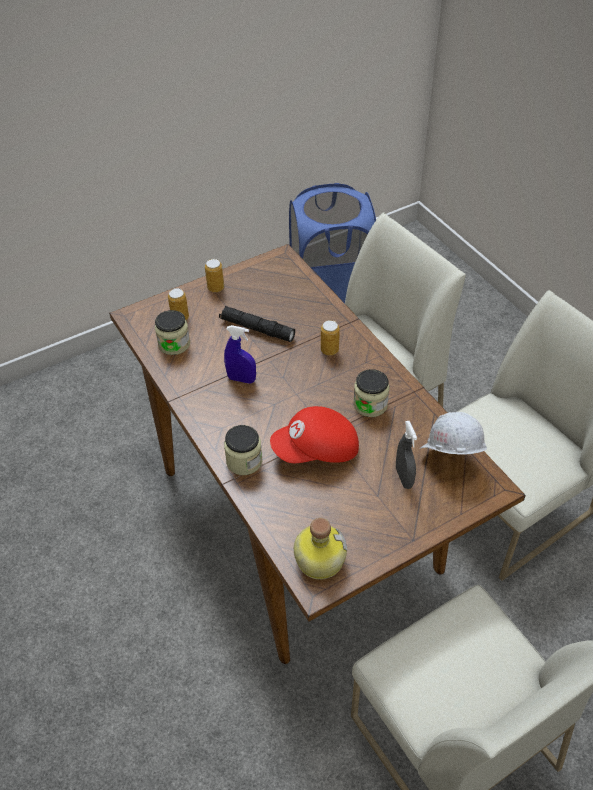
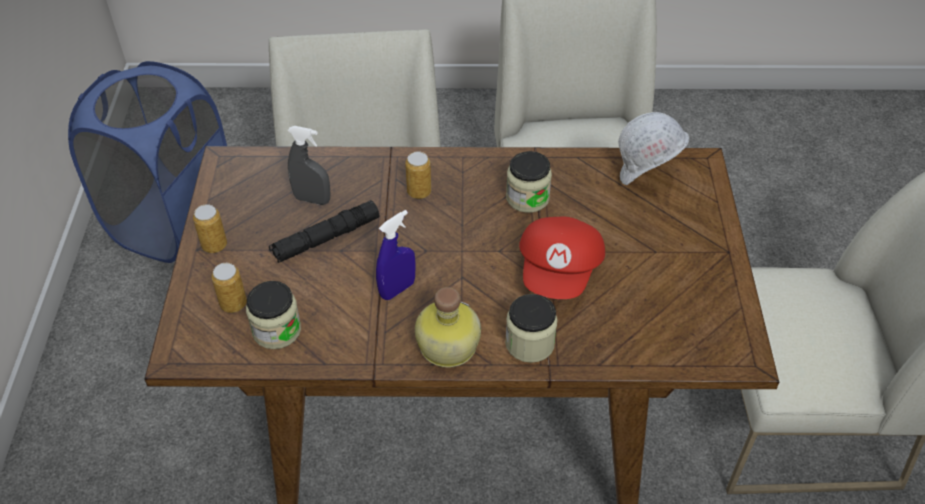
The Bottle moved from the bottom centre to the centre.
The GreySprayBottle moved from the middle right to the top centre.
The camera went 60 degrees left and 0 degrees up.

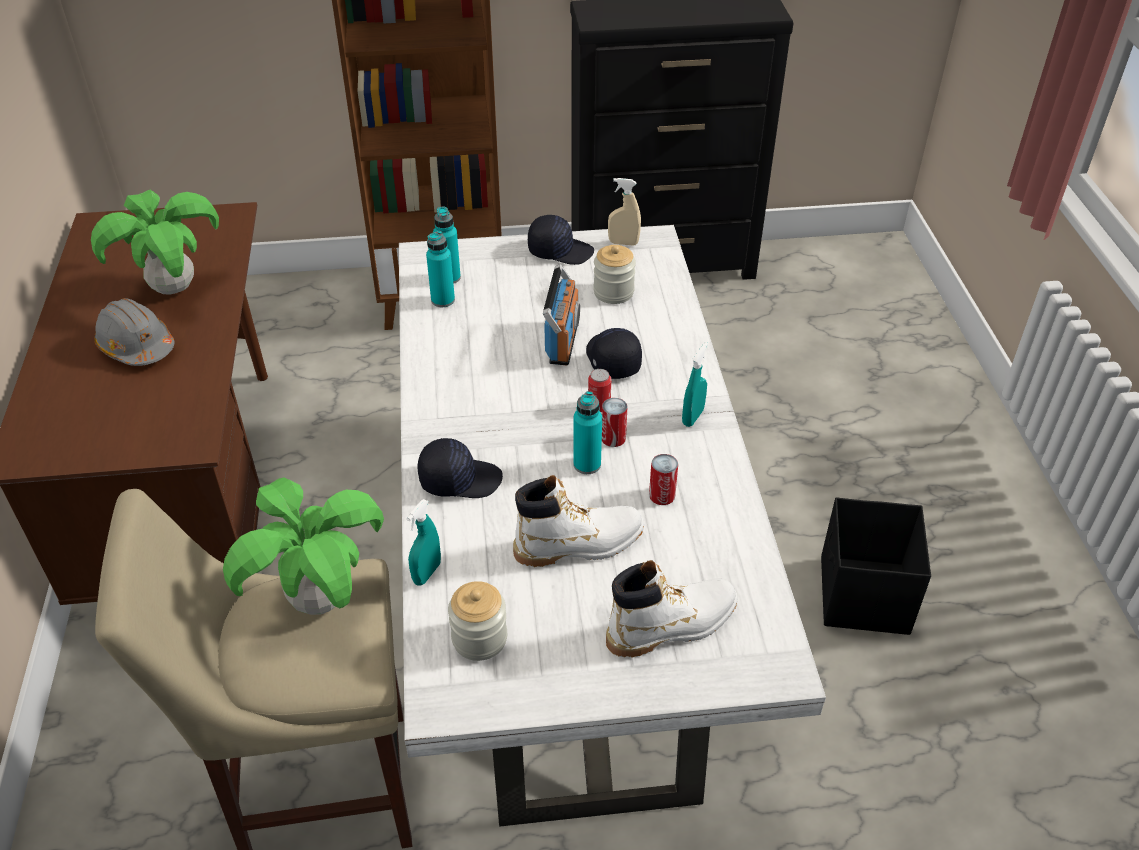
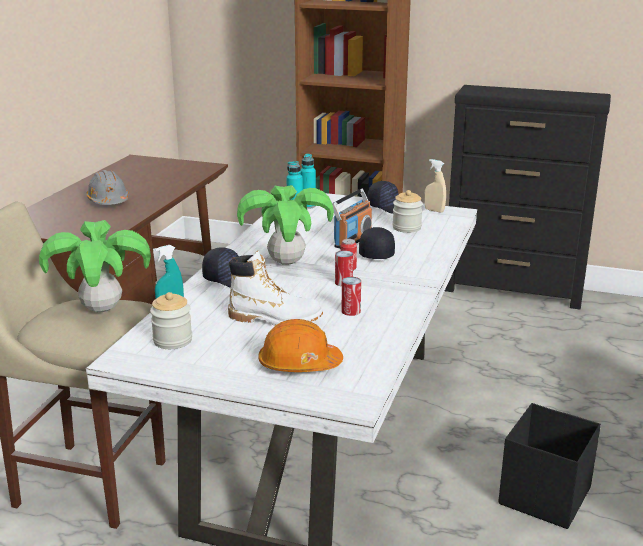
The TurquoiseBottle (3rd from left) at the centre disappeared.
The TurquoiseSprayBottle (2nd from left) at the centre disappeared.
The PottedPlant (1st from left in the first image) moved from the top left to the centre.
The WhiteBoot (2nd from left) at the bottom centre was replaced by the OrangeHardHat at the centre.
The camera went 25 degrees right and 20 degrees down.

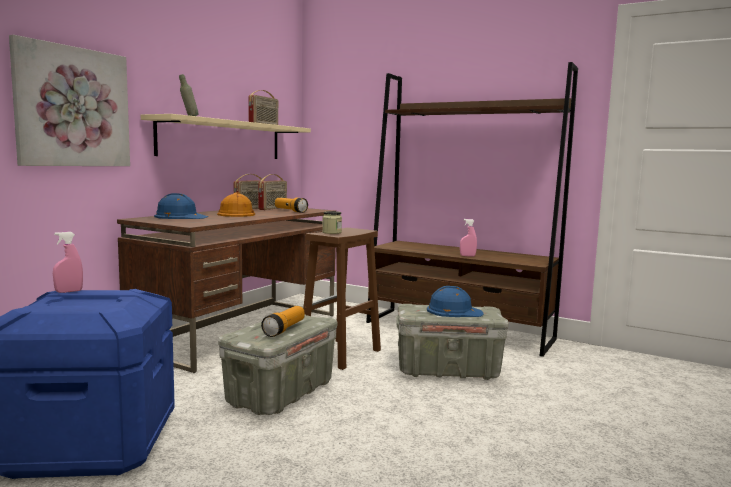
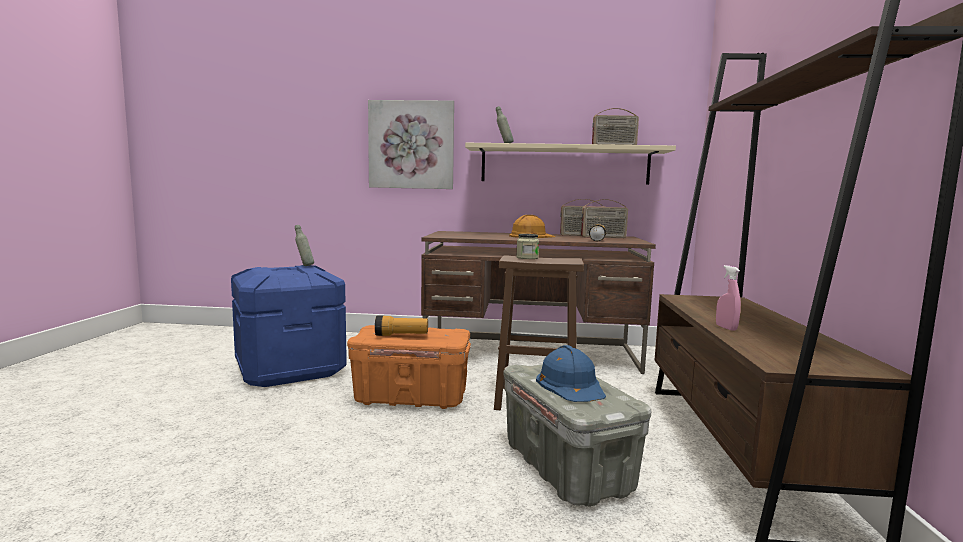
The BlueHardHat (1st from left) at the middle left disappeared.
The PinkSprayBottle (1st from left) at the middle left was replaced by the GreyBottle (1st from left) at the middle left.
The GreyStorageBox (1st from left) at the bottom centre became the OrangeStorageBox at the bottom centre.
The camera went 65 degrees right and 0 degrees up.

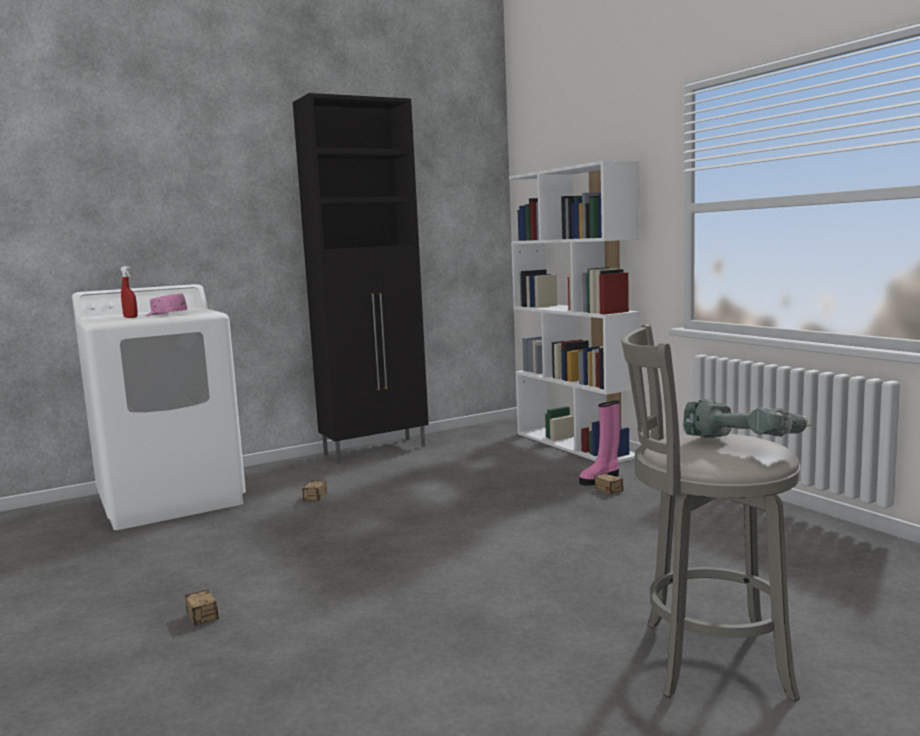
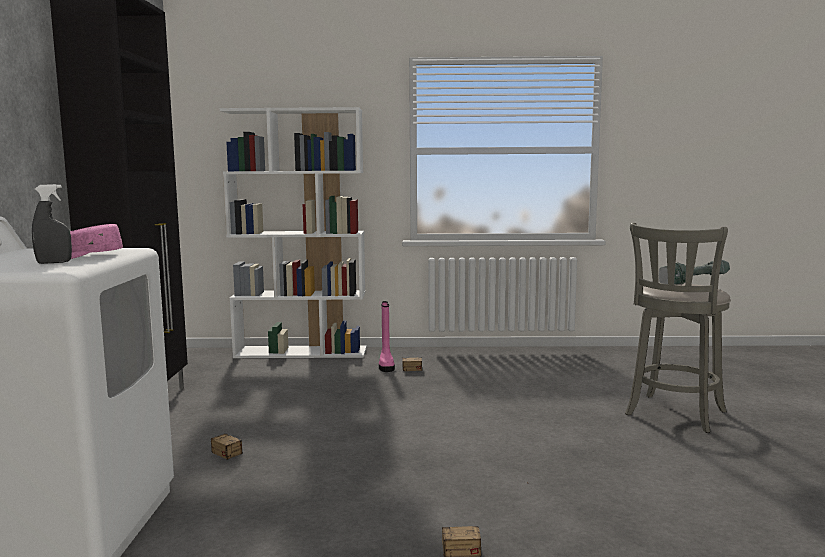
The RedSprayBottle at the middle left became the GreySprayBottle at the middle left.
The camera went 60 degrees left and 0 degrees up.

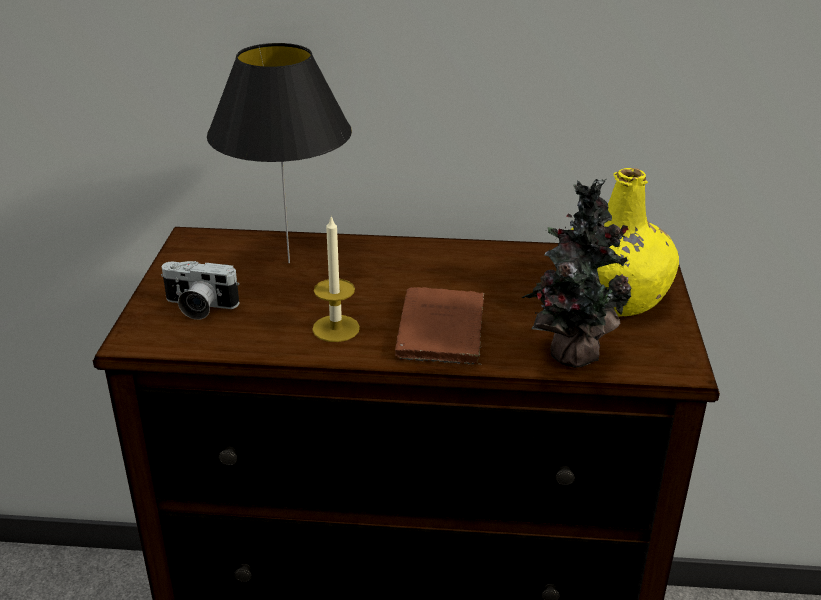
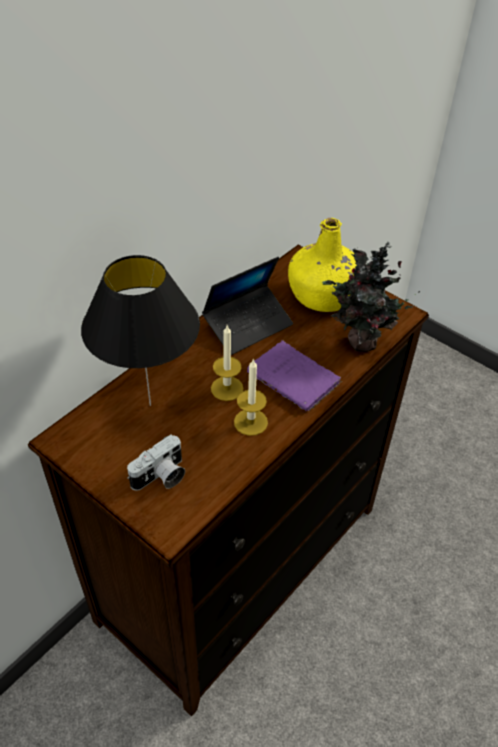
The Laptop at the centre appeared.
The Candle (1st from left) at the centre appeared.
The BrownBook at the centre became the PurpleBook at the centre.
The camera went 55 degrees left and 15 degrees up.

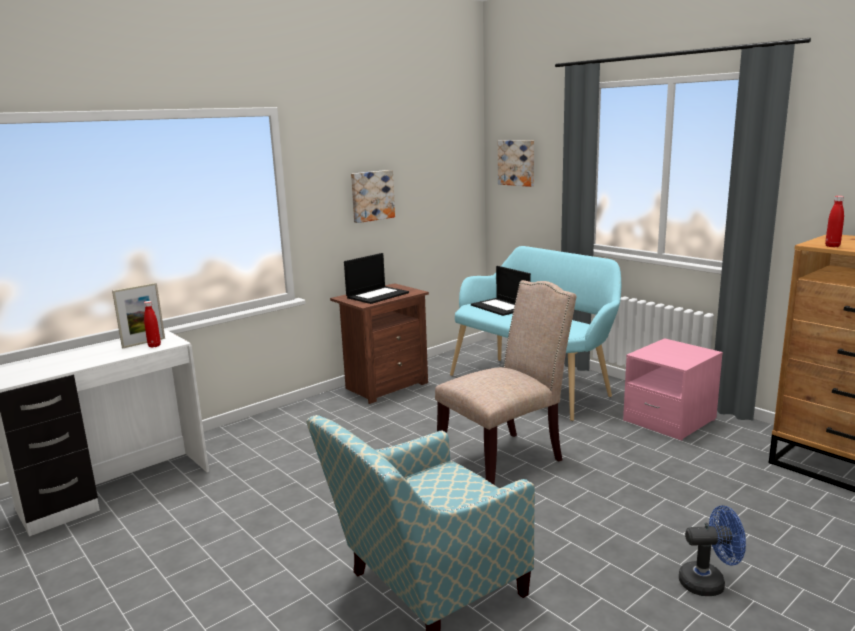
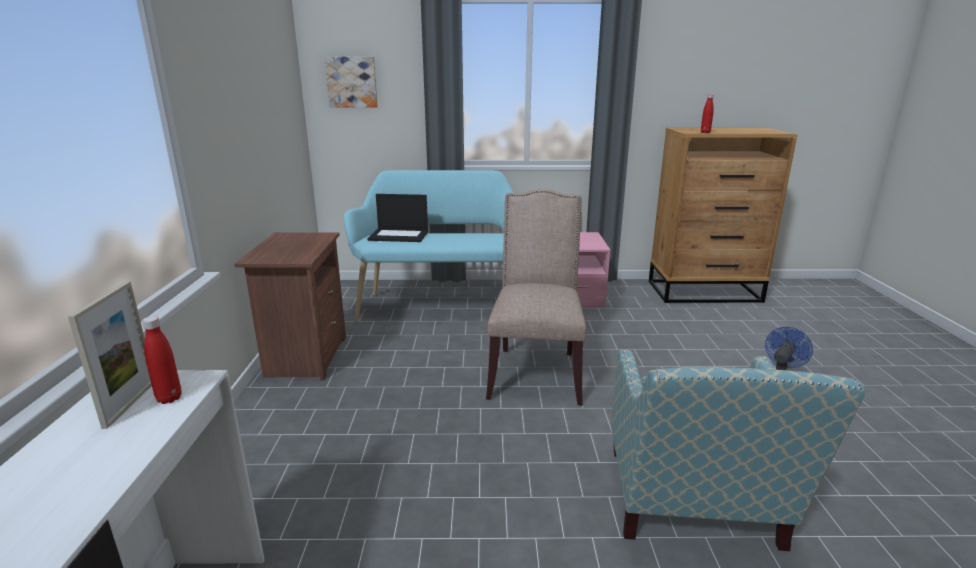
The Laptop (1st from left) at the centre disappeared.
The Picture (1st from left) at the top centre disappeared.
The camera went 50 degrees left and 5 degrees up.

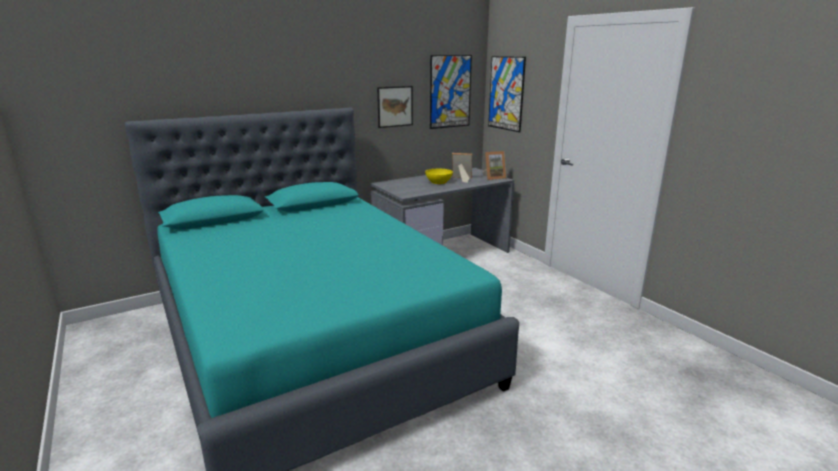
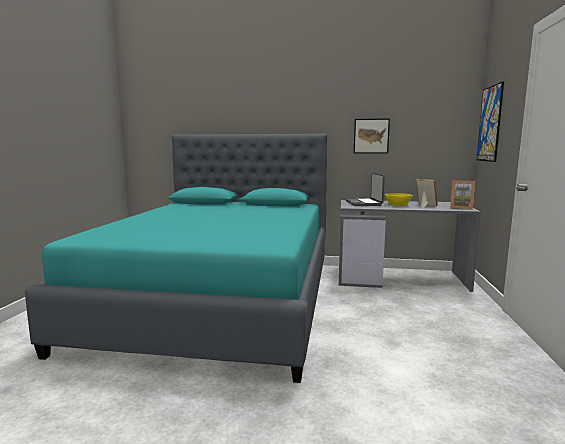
The Picture (2nd from left) at the top centre disappeared.
The Laptop at the centre appeared.
The camera went 40 degrees right and 10 degrees down.

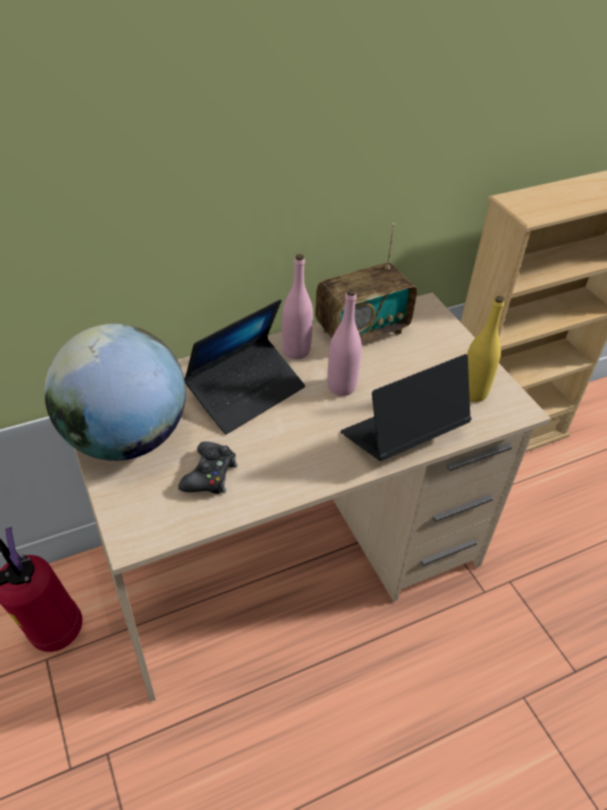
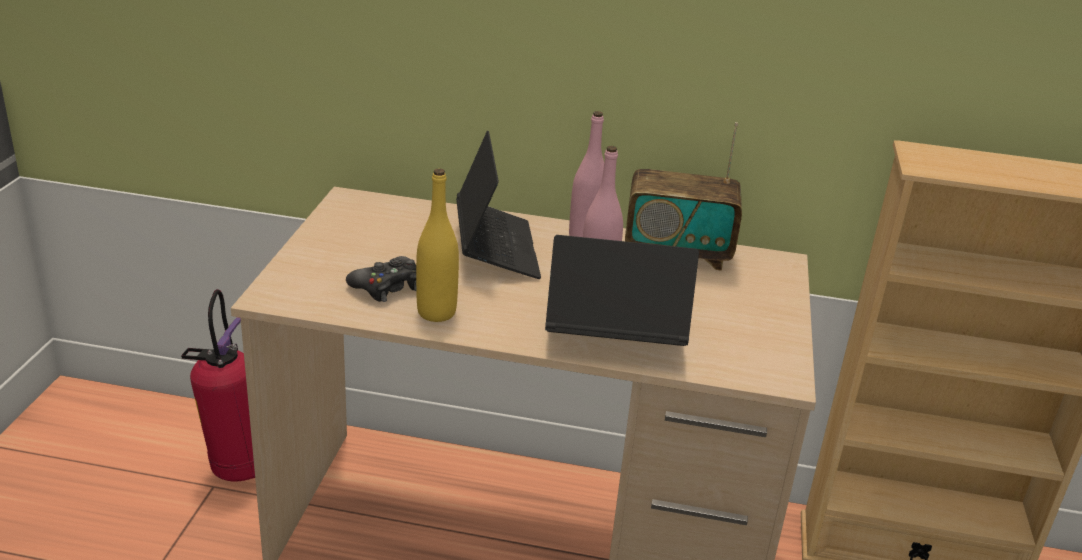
The Globe at the middle left disappeared.
The YellowBottle moved from the middle right to the centre.
The Laptop (1st from left) at the centre turned 90 degrees counterclockwise.
The camera went 35 degrees right and 15 degrees down.

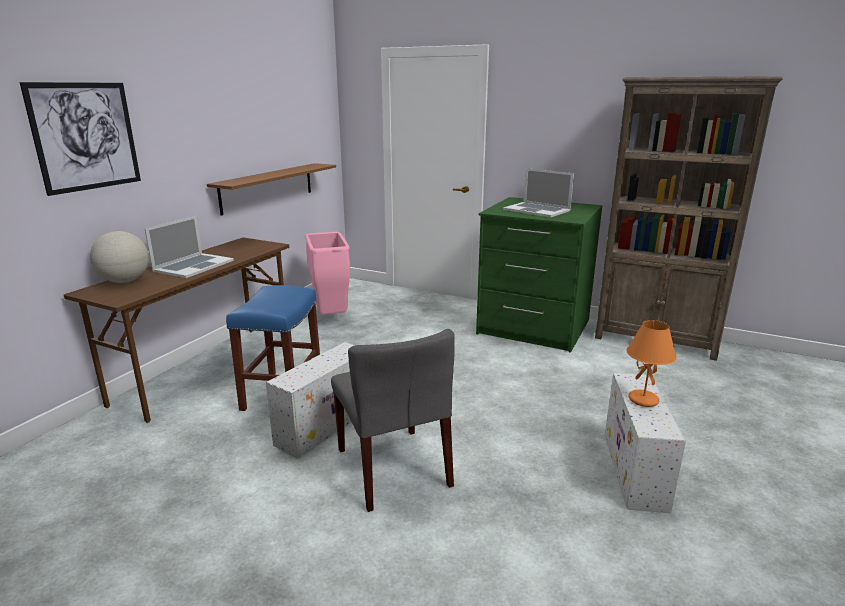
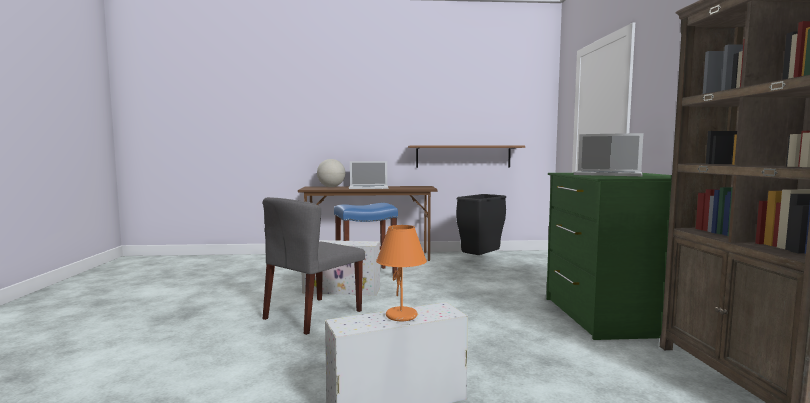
The Picture at the top left disappeared.
The PinkTrashCan at the centre became the BlackTrashCan at the centre.
The Laptop (2nd from left) at the top centre turned 75 degrees counterclockwise.
The camera went 60 degrees right and 15 degrees down.

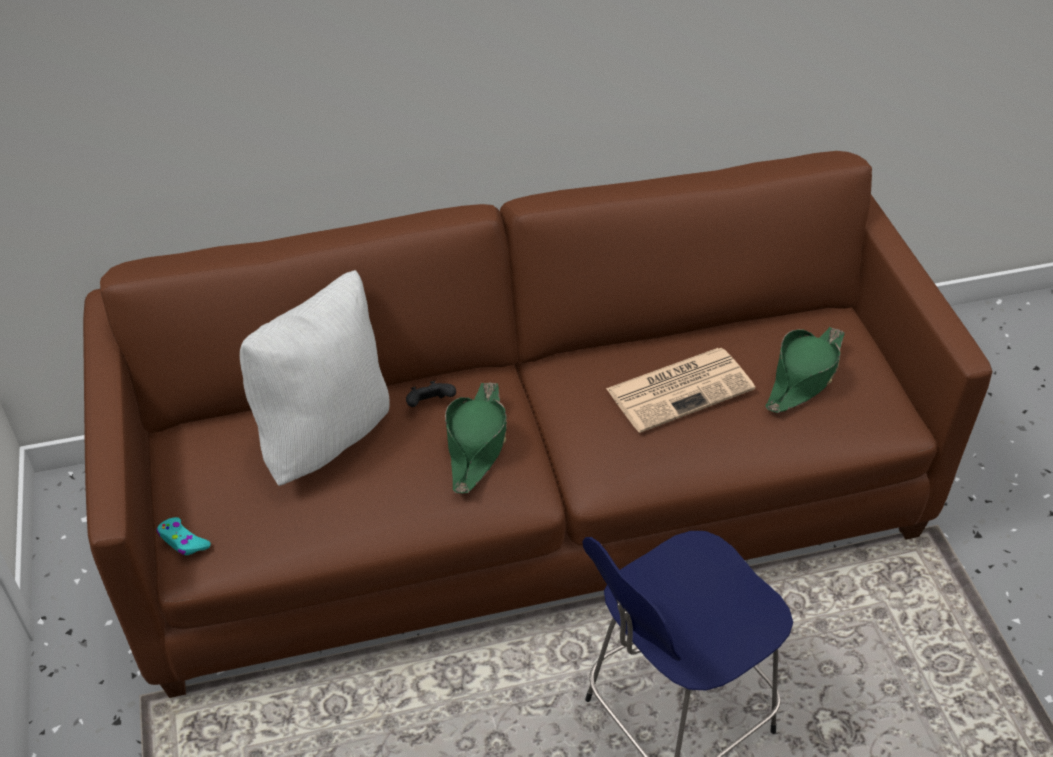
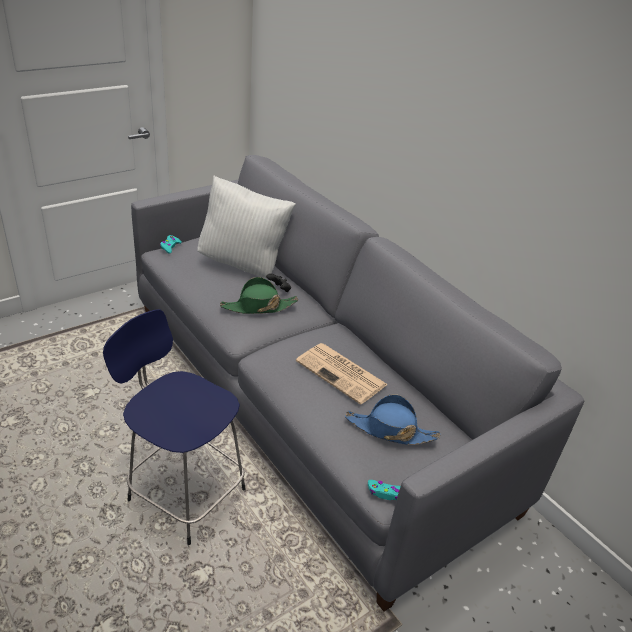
The TurquoiseGameController (2nd from left) at the bottom centre appeared.
The BrownSofa at the centre became the GreySofa at the centre.
The GreenHat (2nd from left) at the middle right became the BlueHat at the centre.
The camera went 65 degrees right and 10 degrees down.

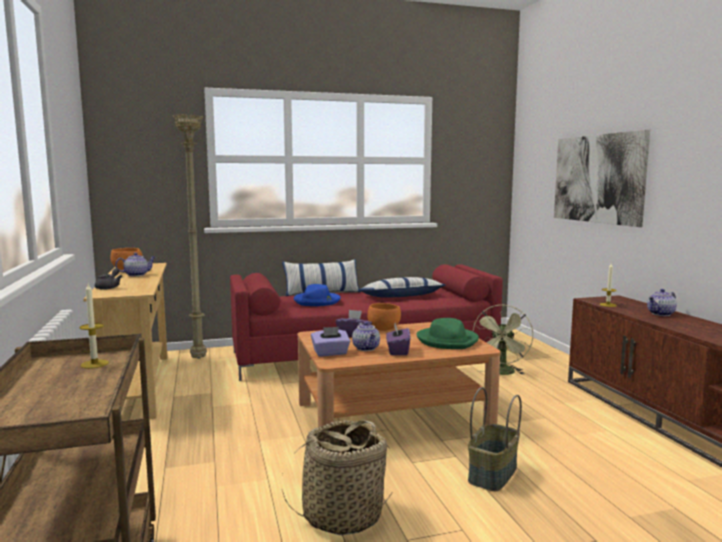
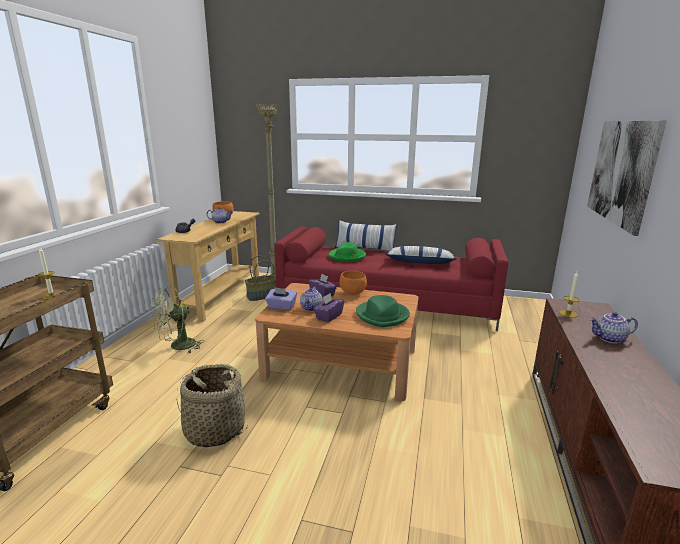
The Basket (2nd from left) moved from the bottom right to the centre.
The GreenFan moved from the middle right to the middle left.
The BlueHat at the centre became the GreenHat (1st from left) at the centre.
The camera went 30 degrees right and 10 degrees up.

